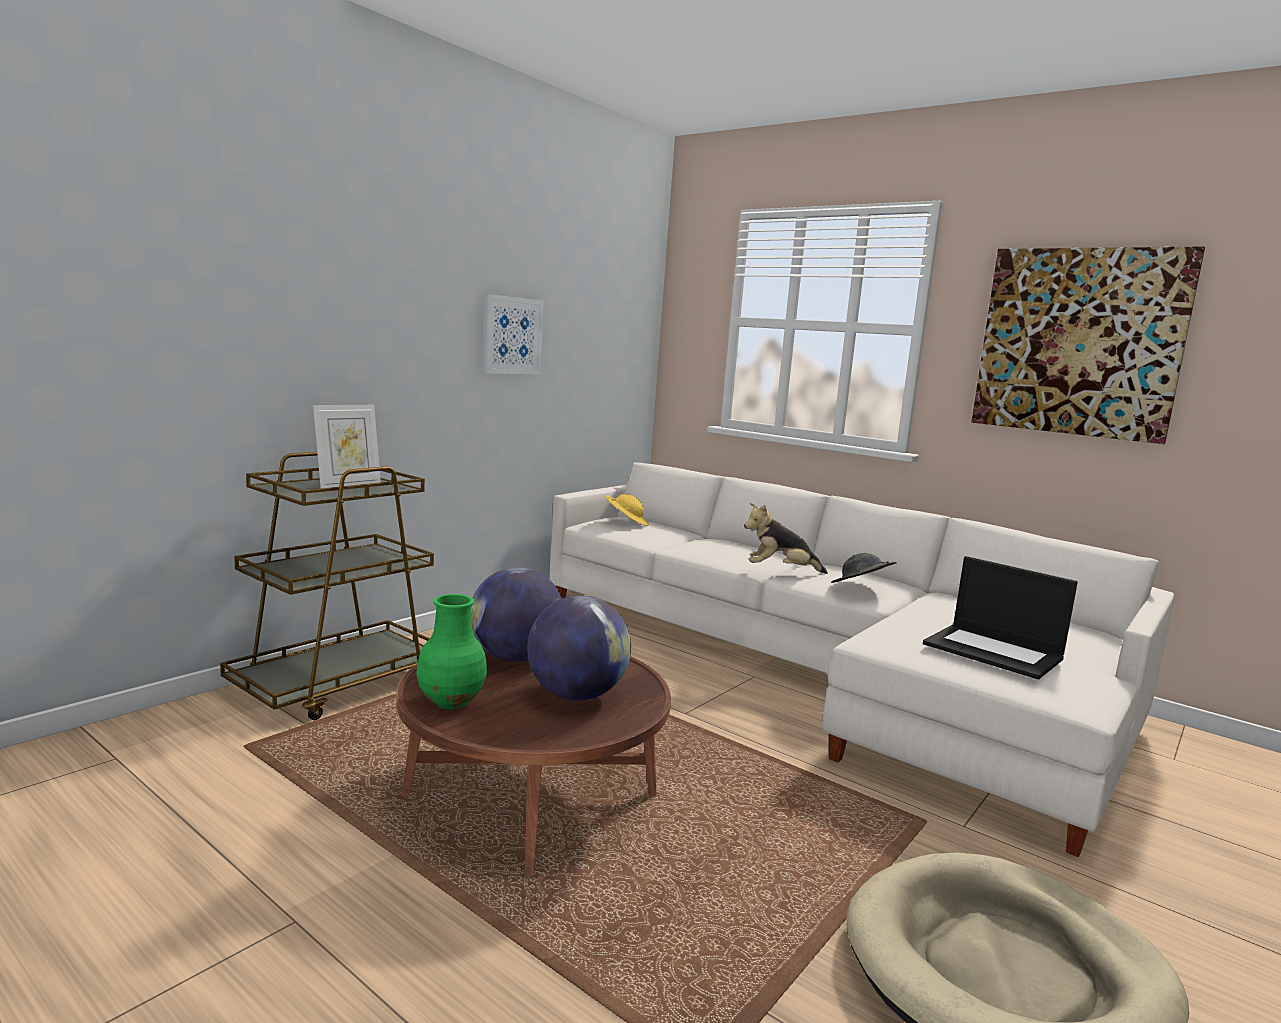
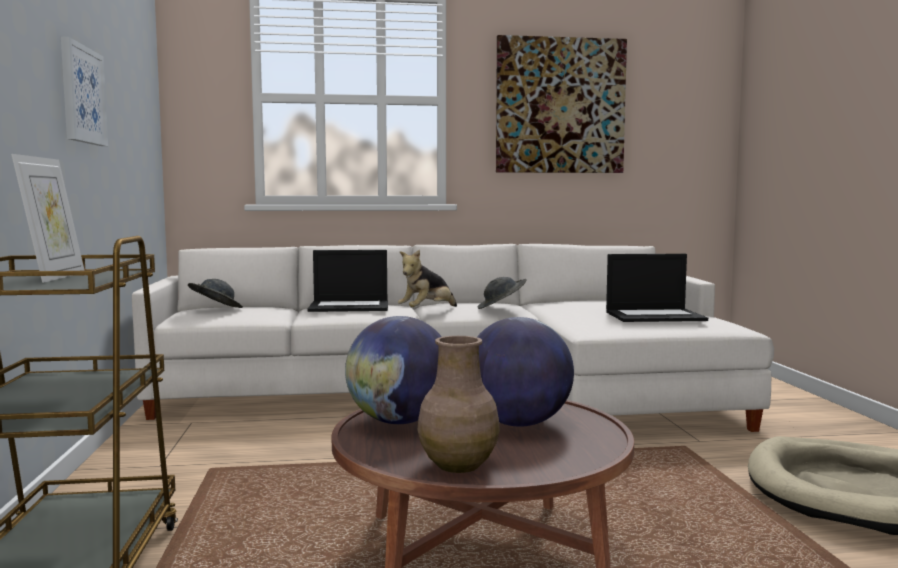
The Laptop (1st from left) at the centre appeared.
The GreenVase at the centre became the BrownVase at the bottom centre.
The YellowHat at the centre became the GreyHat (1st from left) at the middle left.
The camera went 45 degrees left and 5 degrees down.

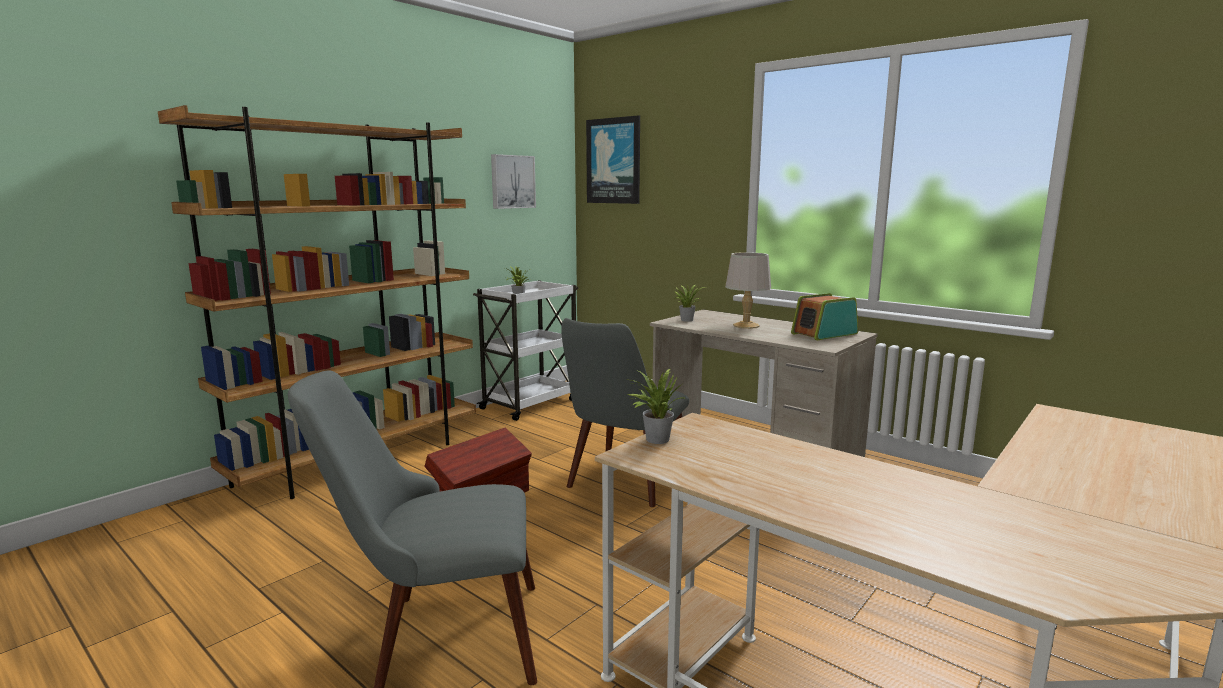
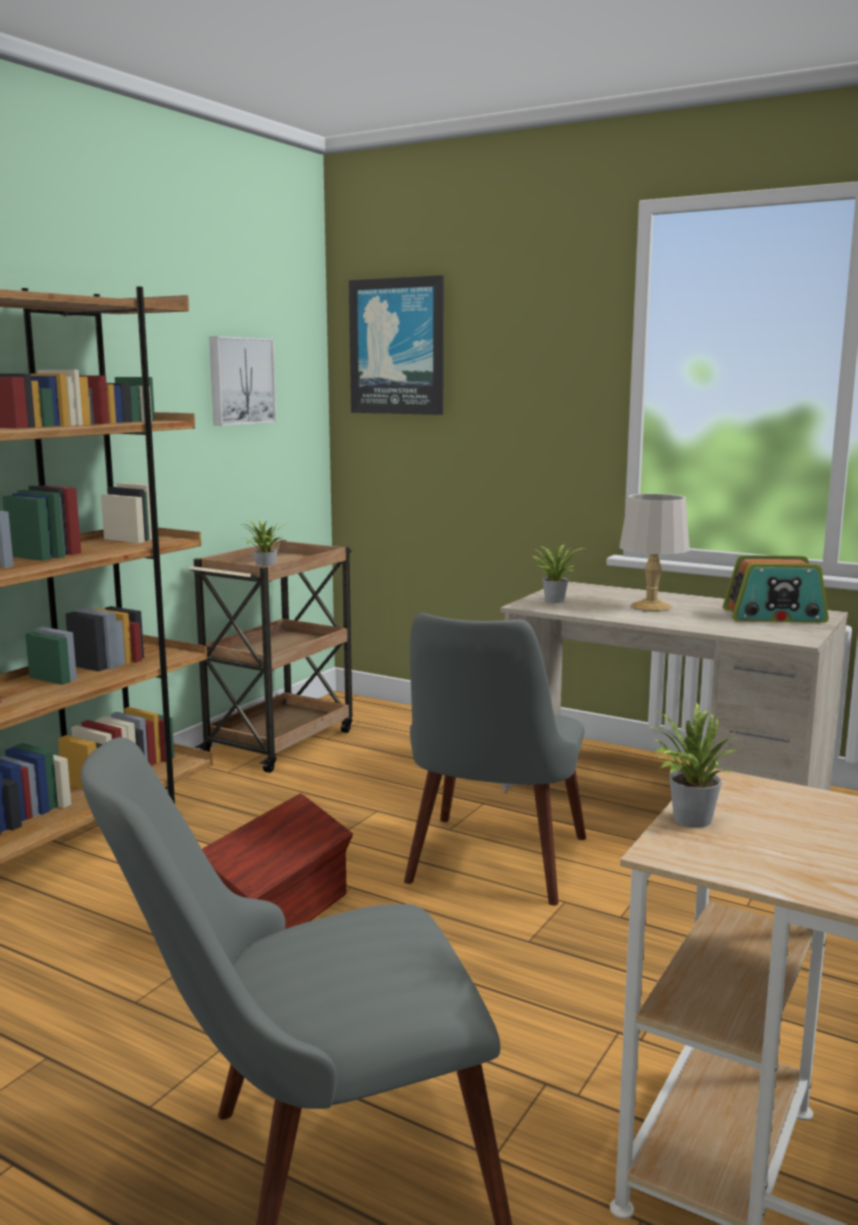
The WhiteCart at the centre became the BrownCart at the middle left.
The Radio at the middle right turned 135 degrees counterclockwise.
The camera went 10 degrees left and 0 degrees up.

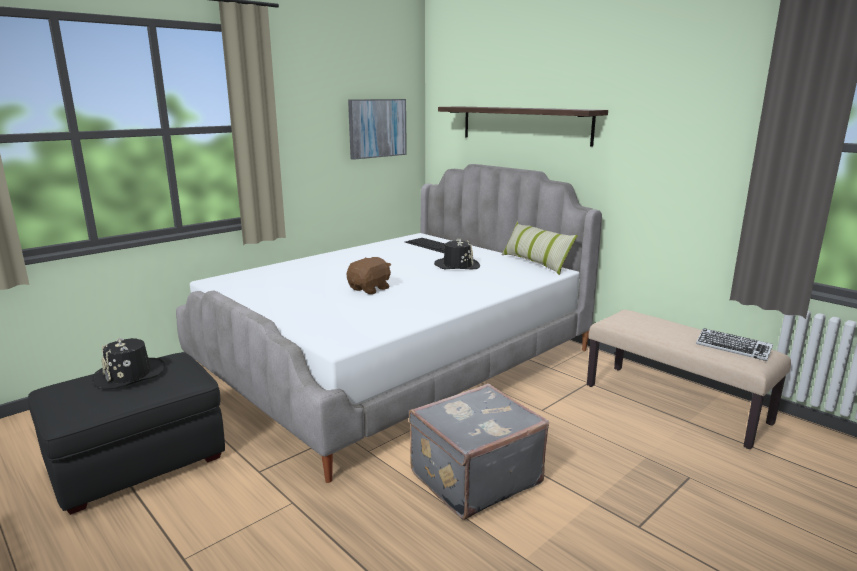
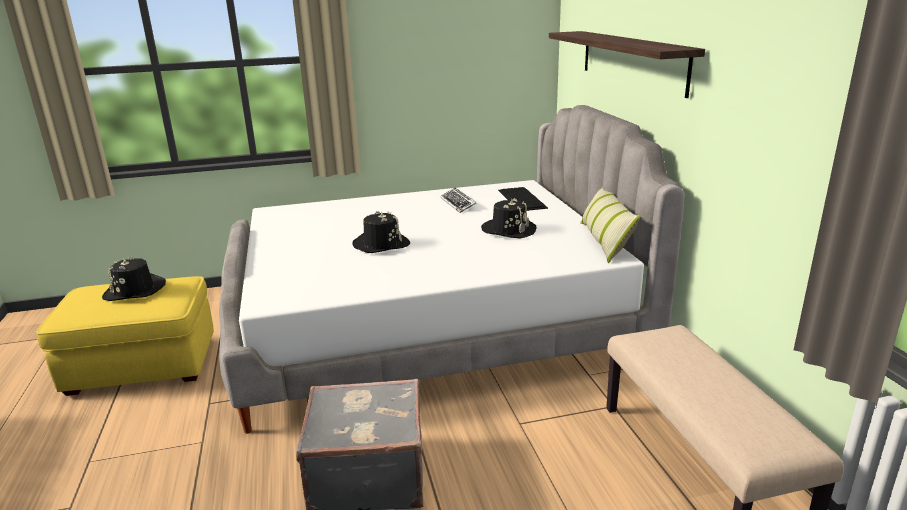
The Picture at the top centre disappeared.
The Keyboard (2nd from left in the first image) moved from the middle right to the centre.
The BrownPlushToy at the centre was replaced by the BlackHat (2nd from left) at the centre.
The BlackOttoman at the bottom left became the YellowOttoman at the middle left.
The camera went 30 degrees right and 5 degrees up.

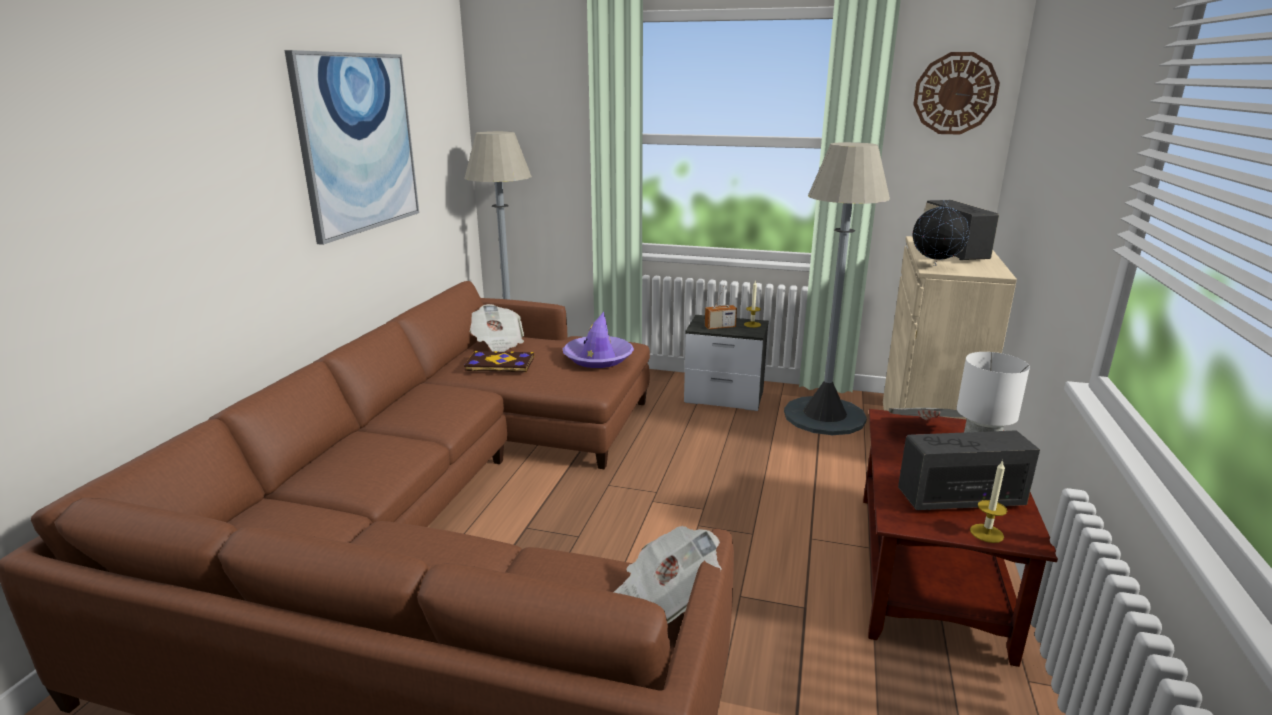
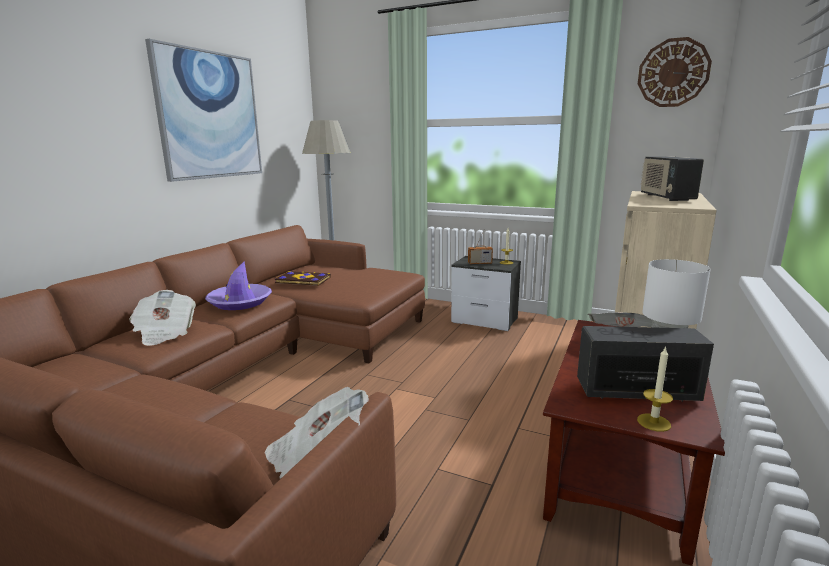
The GreyFloorLamp (2nd from left) at the centre disappeared.
The Globe at the top right disappeared.
The Newspaper (1st from left) moved from the centre to the middle left.
The PurpleHat moved from the centre to the middle left.
The camera went 10 degrees right and 5 degrees down.

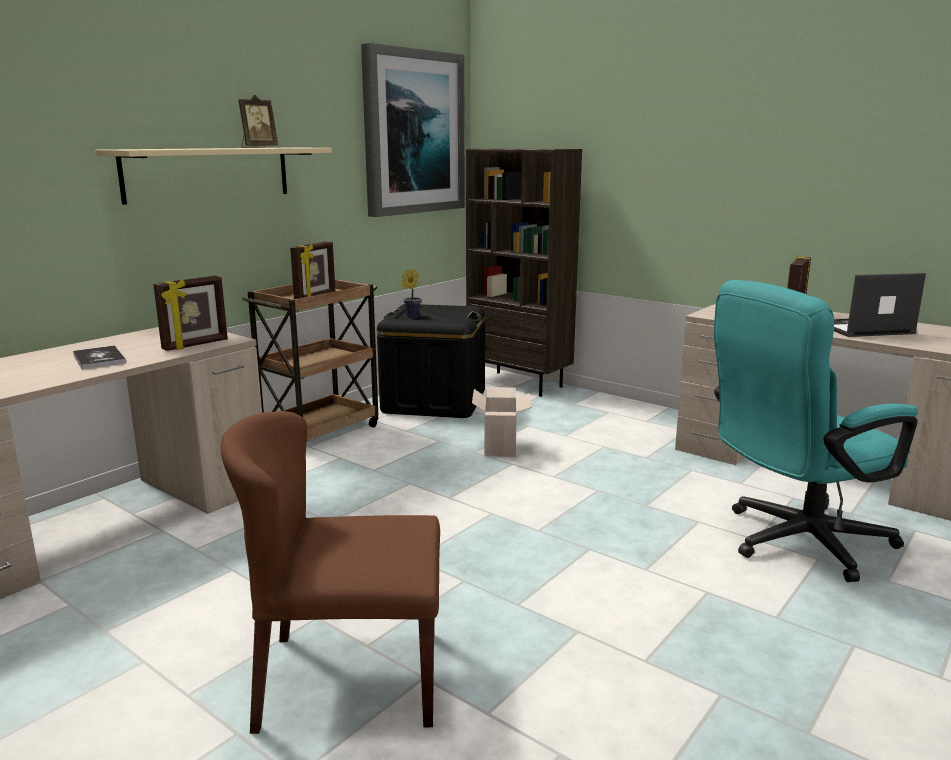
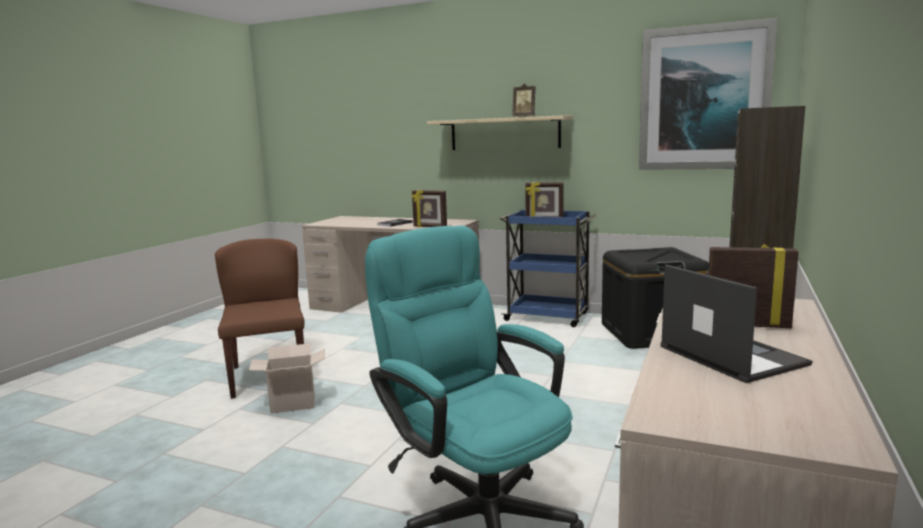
The PottedPlant at the centre disappeared.
The CardboardBox moved from the centre to the bottom left.
The BrownCart at the middle left became the BlueCart at the centre.
The camera went 75 degrees right and 5 degrees down.

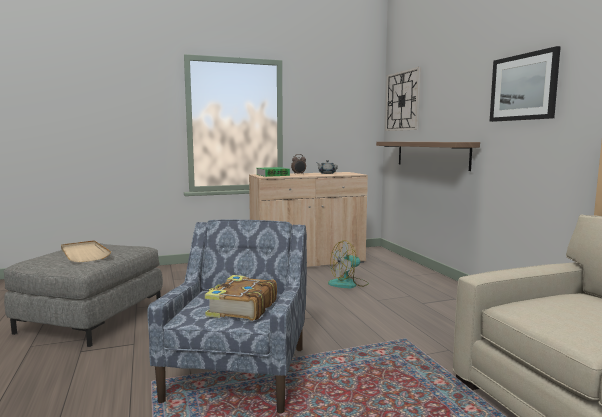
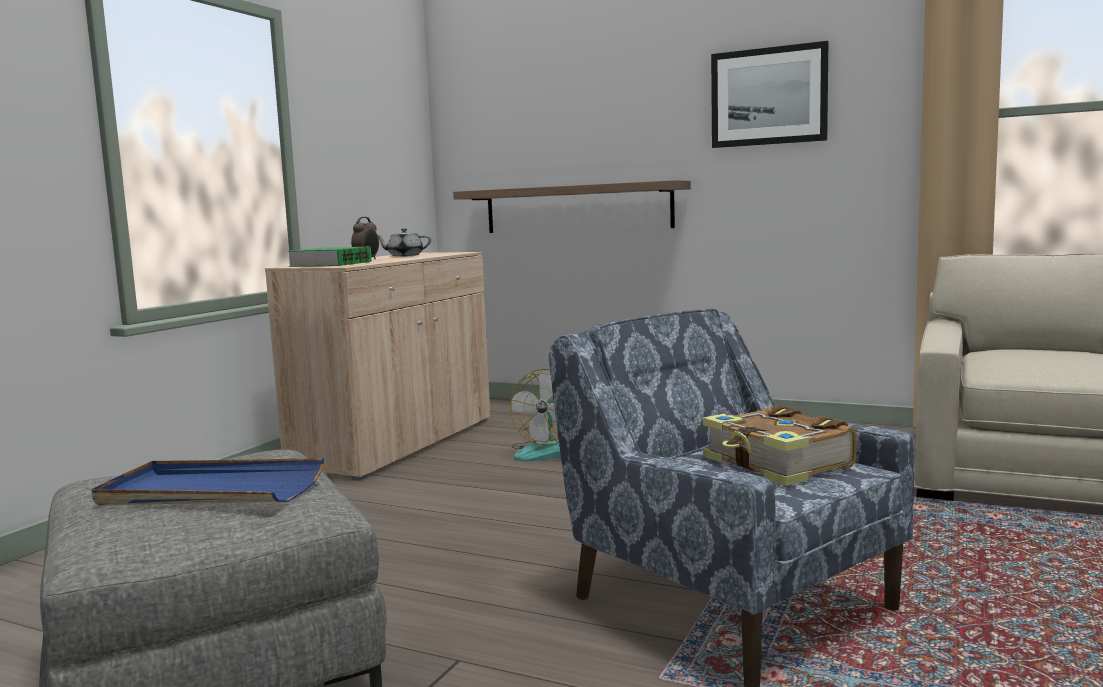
The WallClock at the top right disappeared.
The BeigeTray at the middle left became the BlueTray at the bottom left.
The camera went 45 degrees left and 0 degrees up.

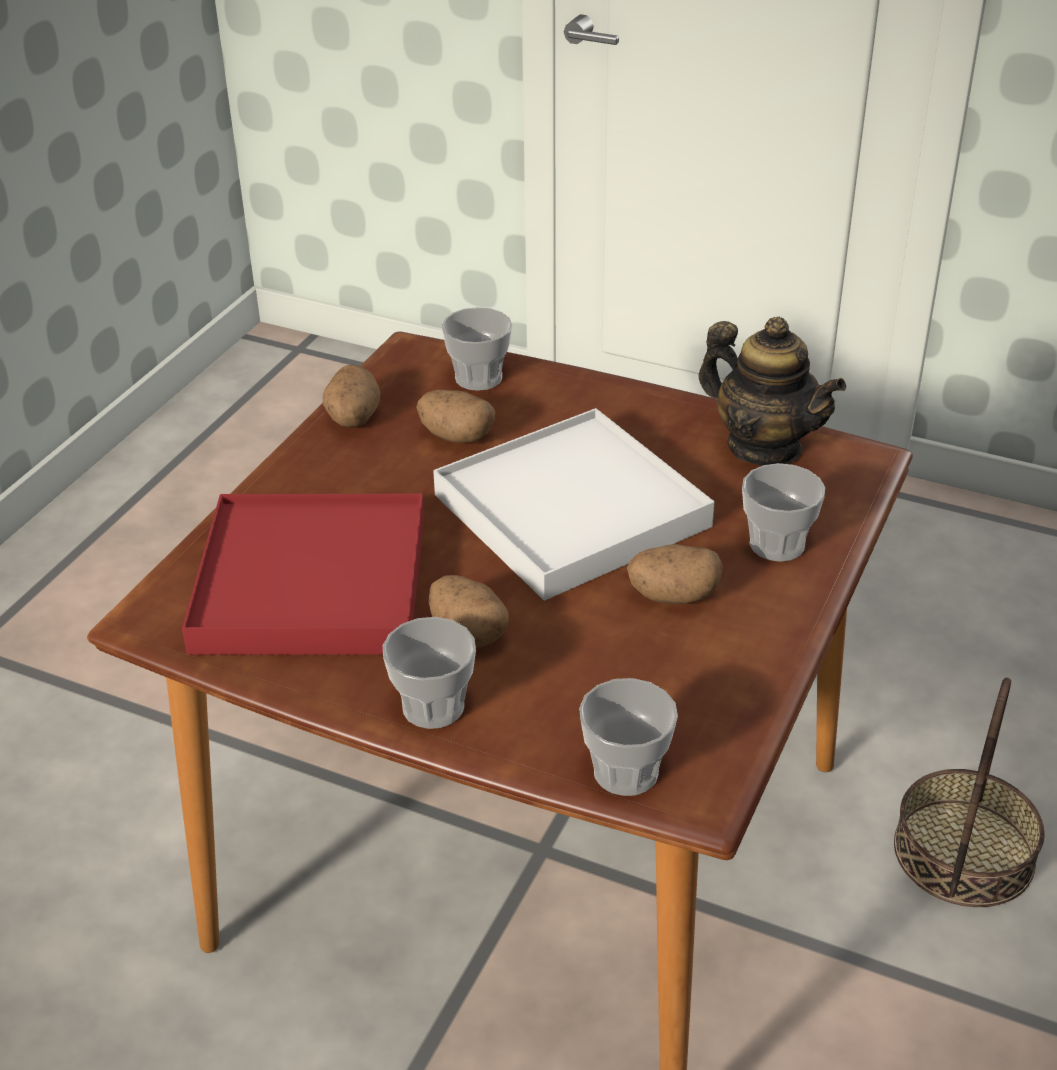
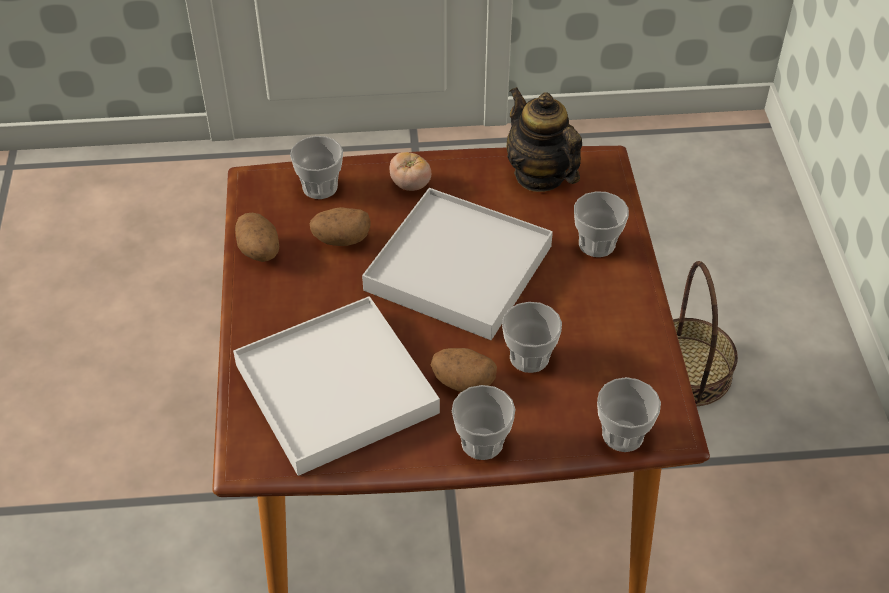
The Potato (4th from left) at the centre disappeared.
The Tomato at the top centre appeared.
The Cup (3rd from left) at the centre appeared.
The RedTray at the middle left became the WhiteTray (1st from left) at the centre.
The Teapot at the middle right turned 135 degrees counterclockwise.
The camera went 30 degrees left and 10 degrees up.

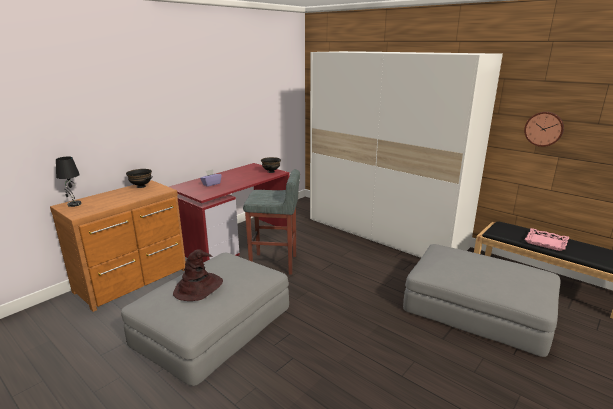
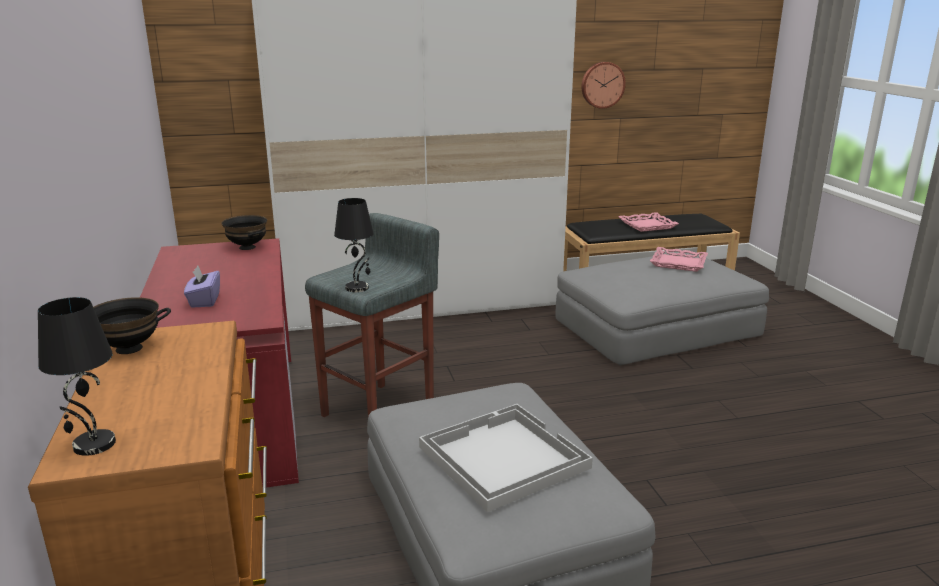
The BlackTableLamp (2nd from left) at the centre appeared.
The PinkTray (2nd from left) at the middle right appeared.
The BrownHat at the bottom left was replaced by the WhiteTray at the bottom centre.
The camera went 55 degrees left and 0 degrees up.

